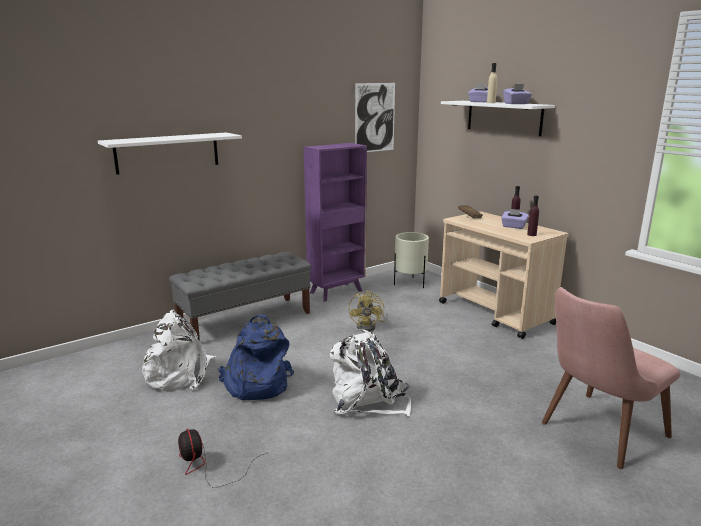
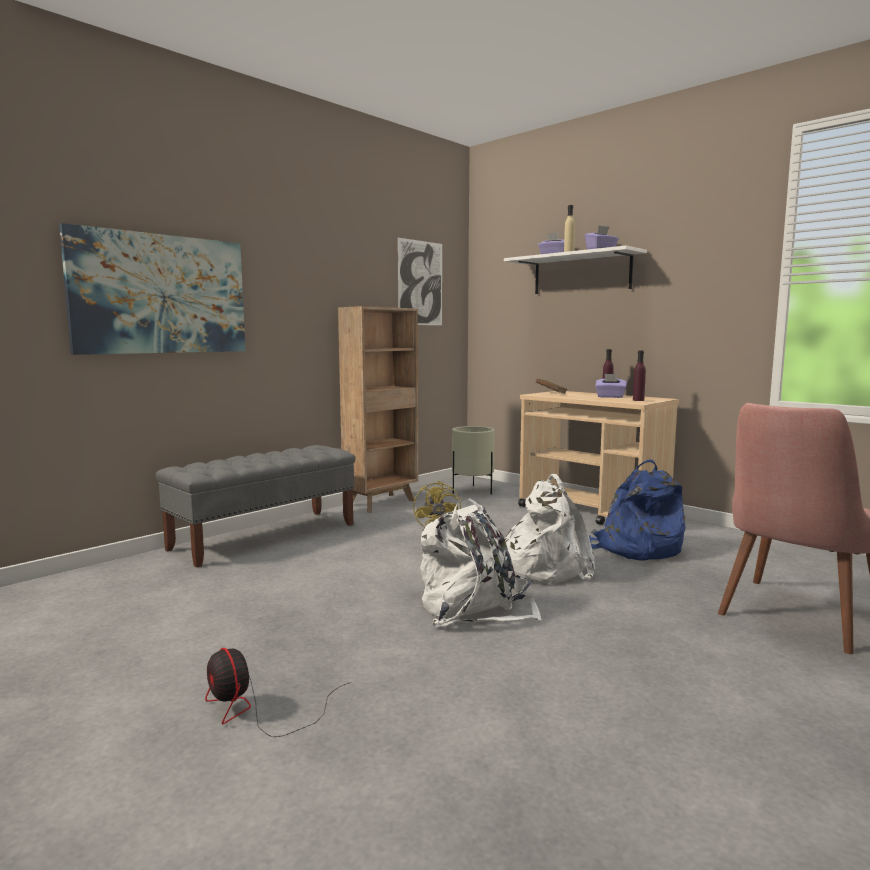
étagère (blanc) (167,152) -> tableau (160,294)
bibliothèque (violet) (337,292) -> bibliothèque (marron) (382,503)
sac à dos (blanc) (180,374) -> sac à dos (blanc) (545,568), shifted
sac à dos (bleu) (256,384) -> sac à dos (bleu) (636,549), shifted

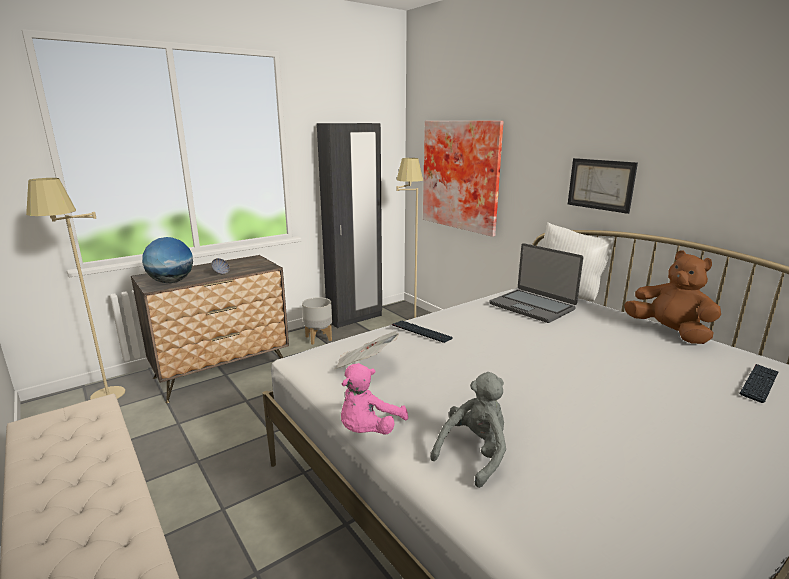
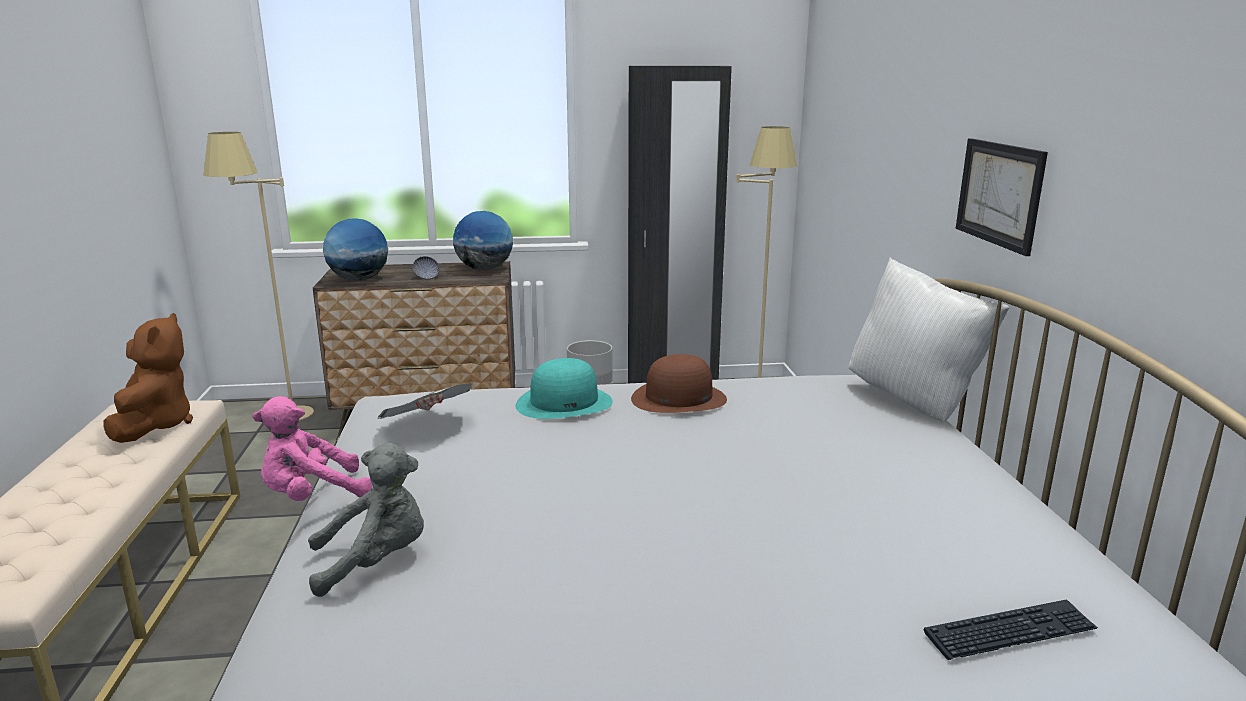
tableau (462,175) -> none
ordinateur portable (532,306) -> none
peluche (marron) (669,332) -> peluche (marron) (155,425), shifted
clavier (421,332) -> chapeau (turquoise) (564,403)
none -> globe (485,269)
none -> chapeau (marron) (678,398)

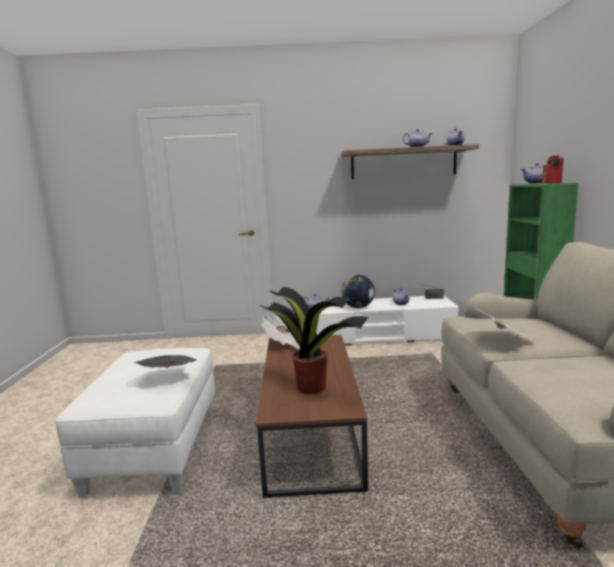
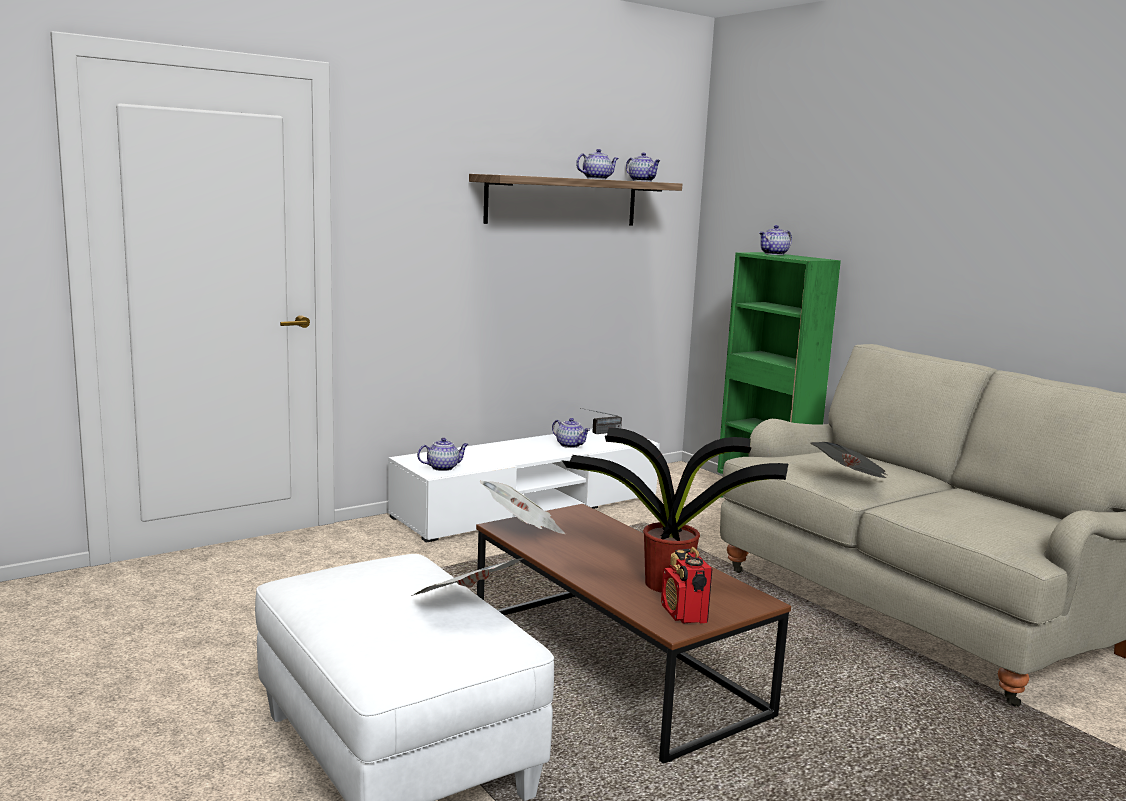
radio (551,183) -> radio (684,614), shifted
globe (358,307) -> none

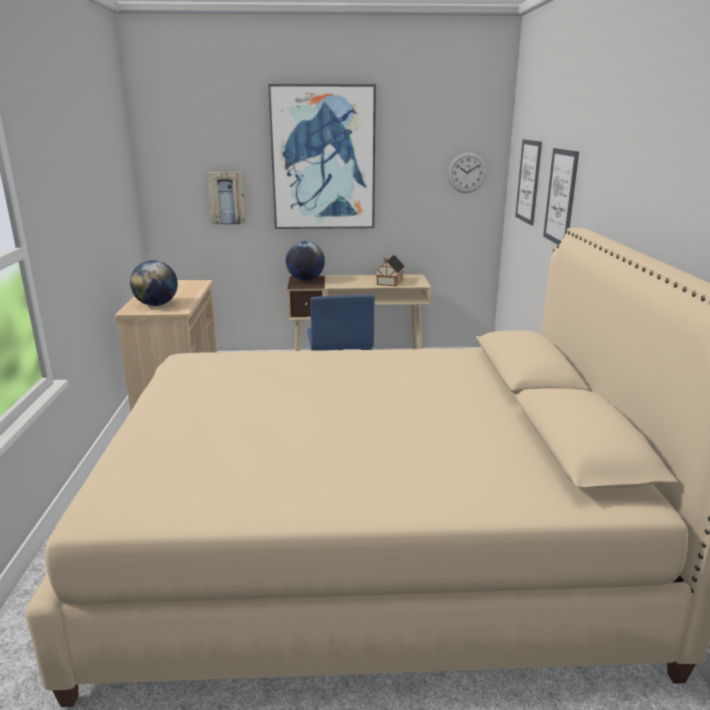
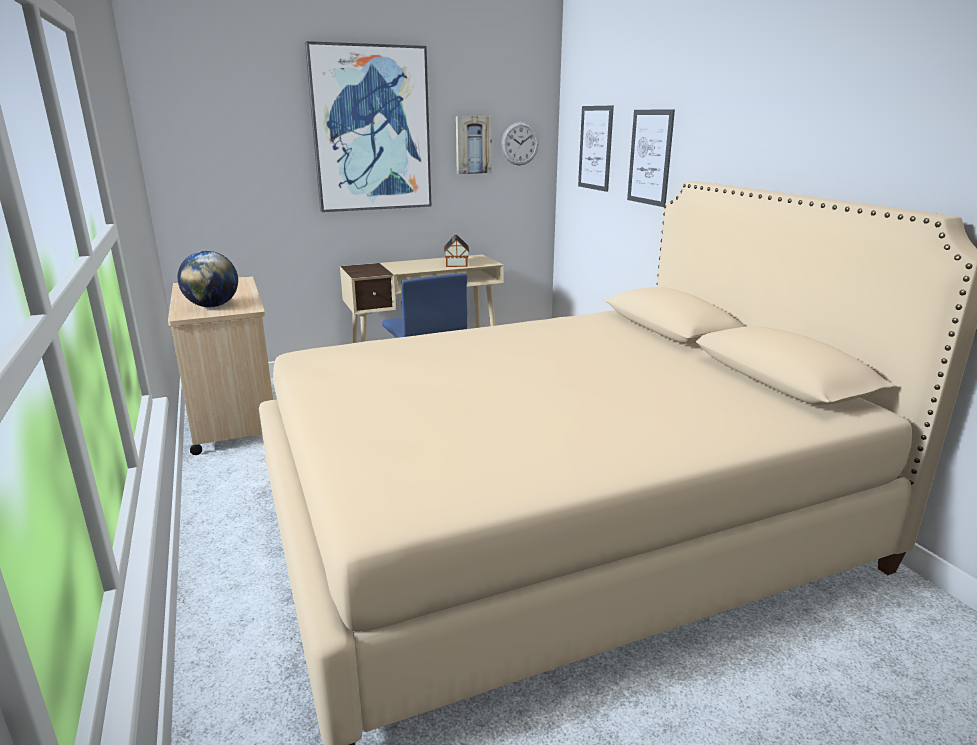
tableau (227,198) -> tableau (473,145), shifted
globe (305,280) -> none

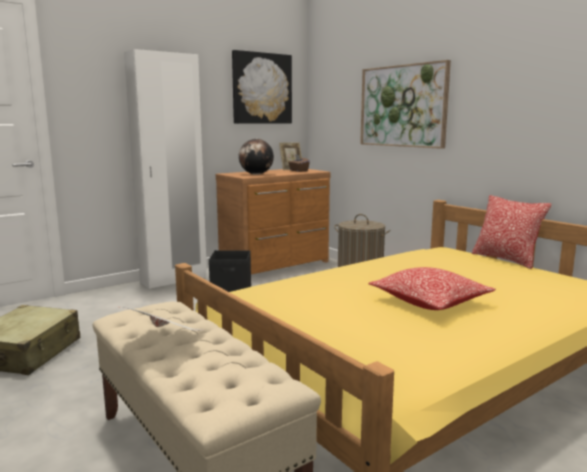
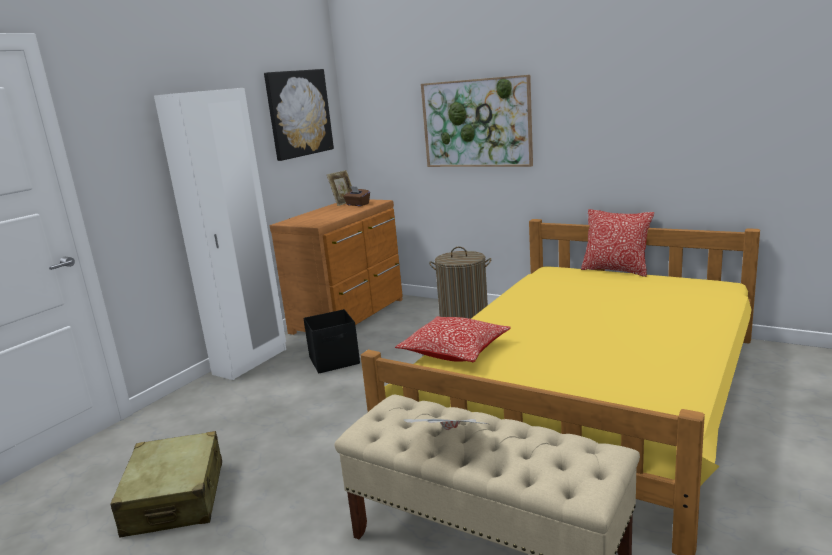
globe (256,174) -> none
coussin (429,302) -> coussin (455,351), shifted

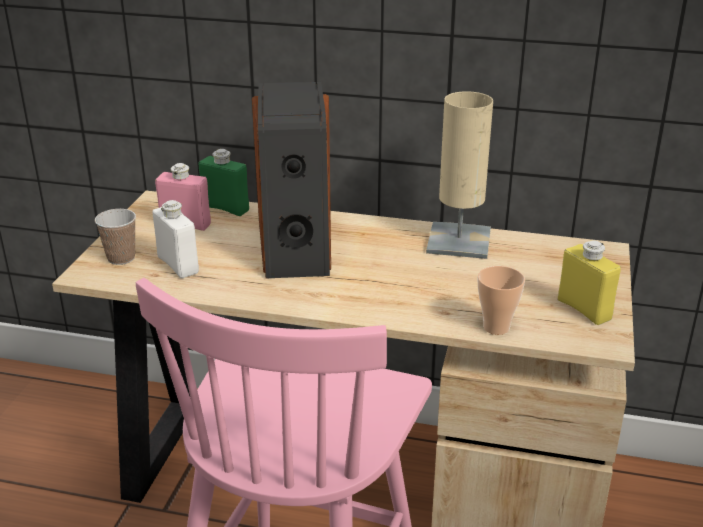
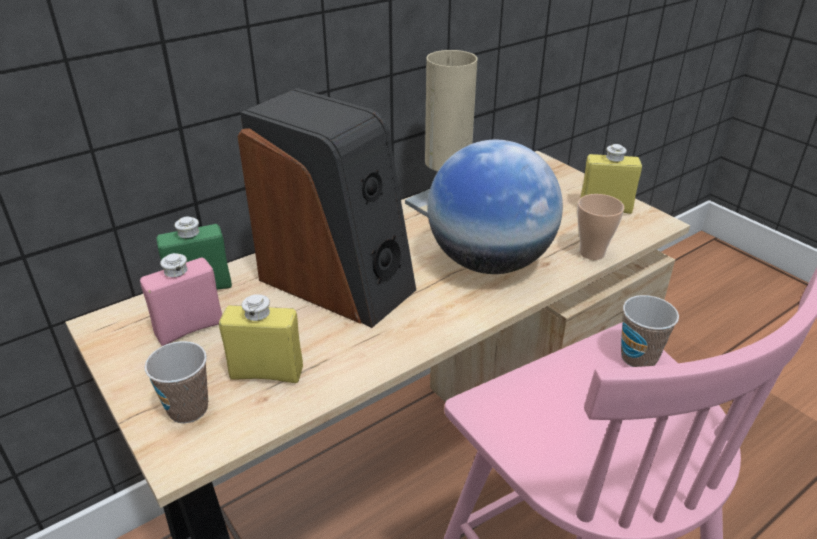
bouteille (blanc) (178,265) -> bouteille (jaune) (266,373)
none -> globe (489,262)
none -> tasse (638,358)

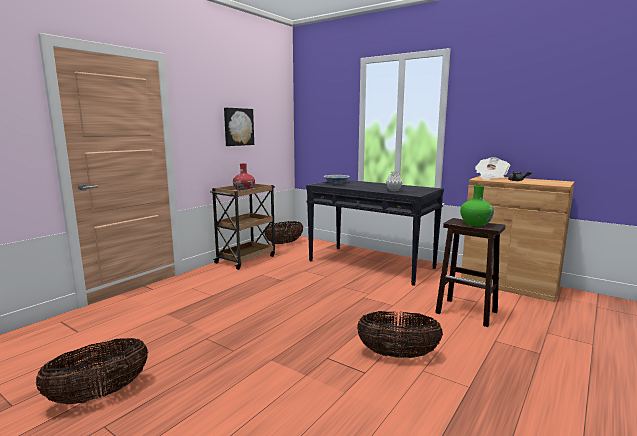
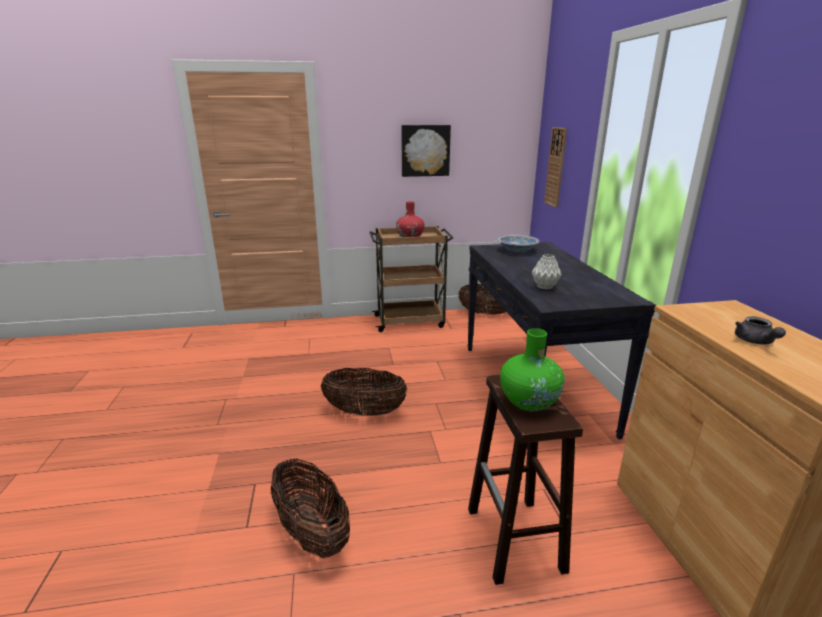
journal (490,177) -> none
panier (99,394) -> panier (364,412), shifted
none -> horloge murale (556,167)

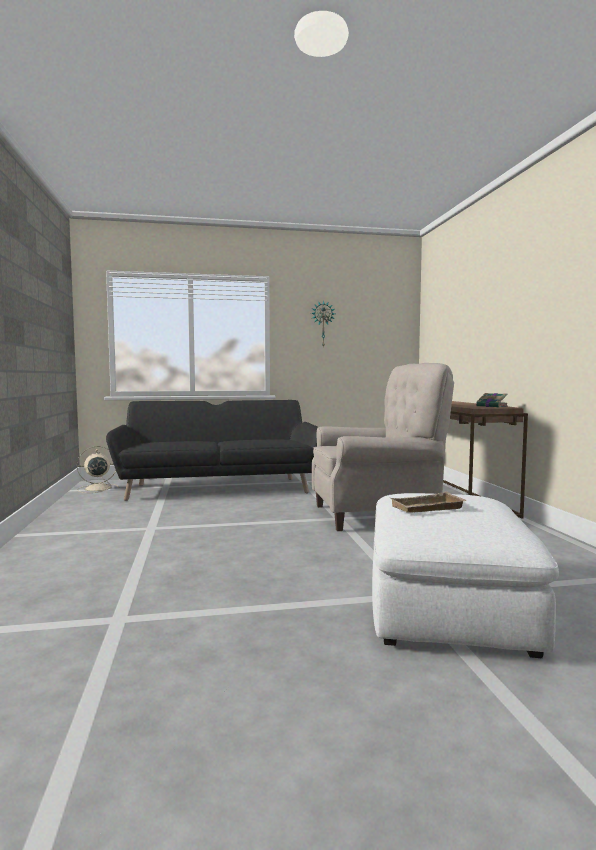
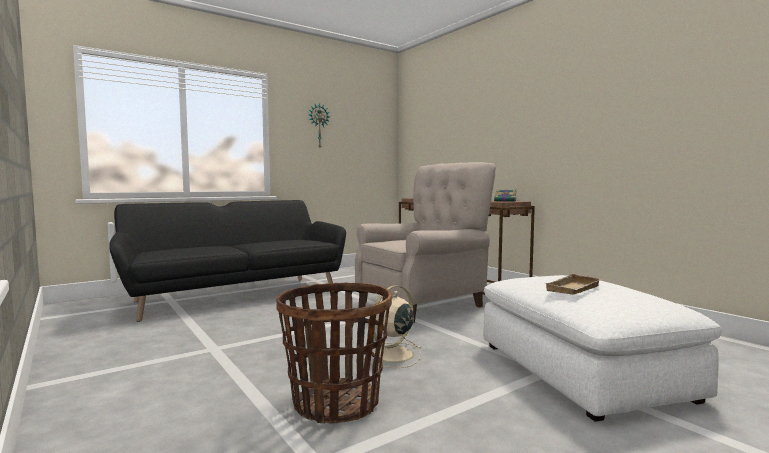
ventilateur (beige) (96,488) -> ventilateur (beige) (391,355), shifted
none -> panier (335,403)

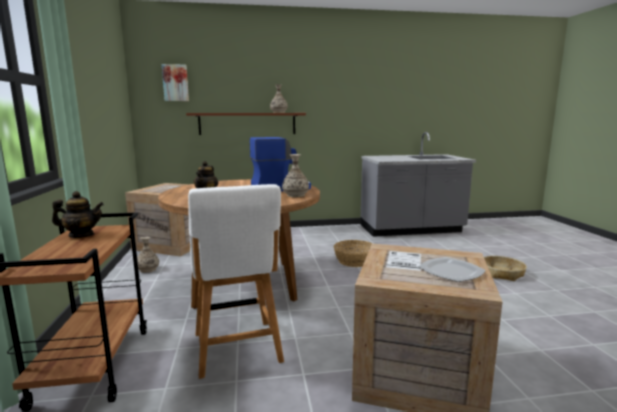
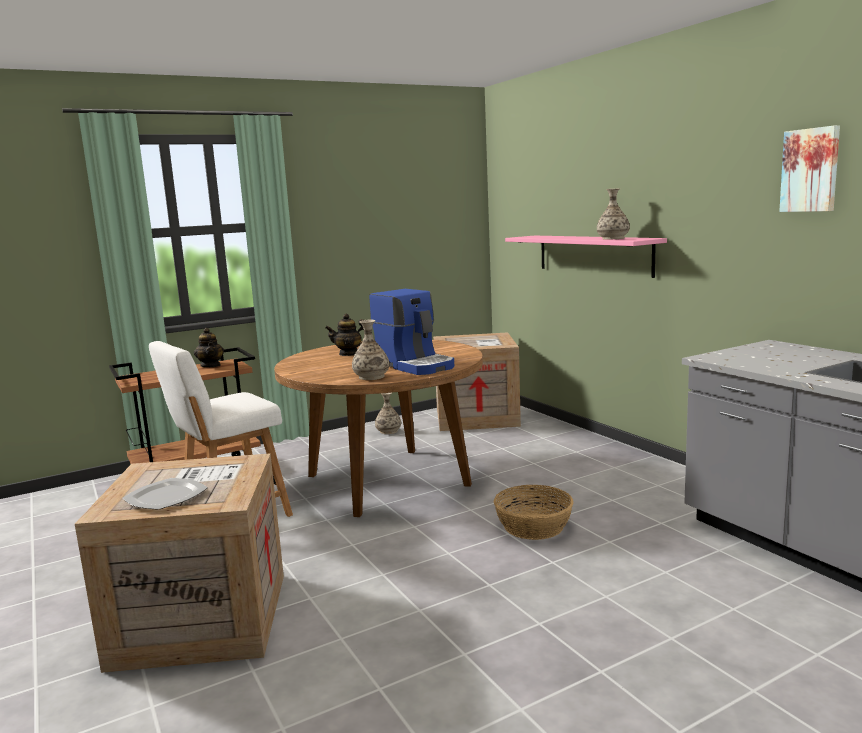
tableau (175,83) -> tableau (810,170), shifted
étagère (marron) (247,123) -> étagère (rose) (593,254)
panier (502,273) -> none

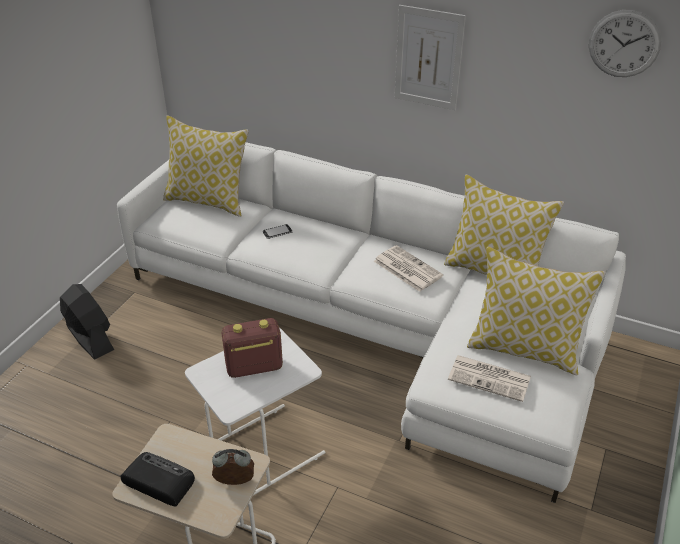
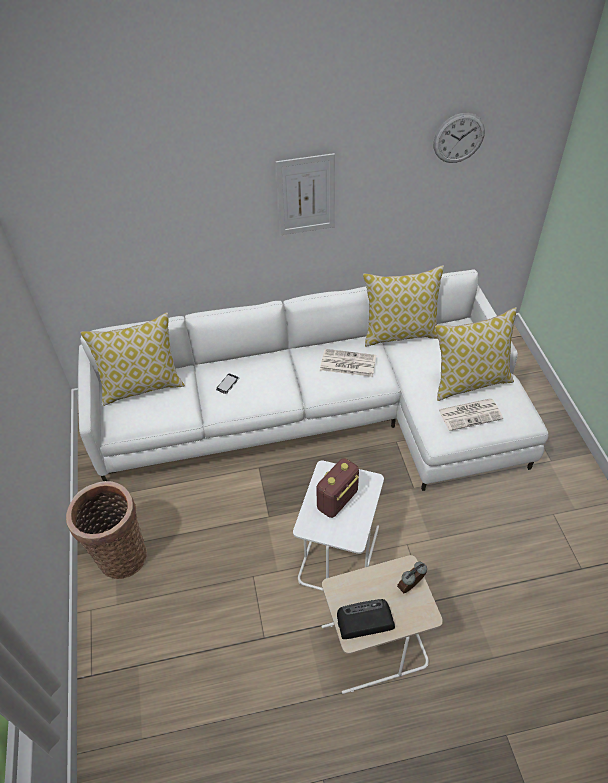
ventilateur (noir) (90,338) -> panier (120,554)

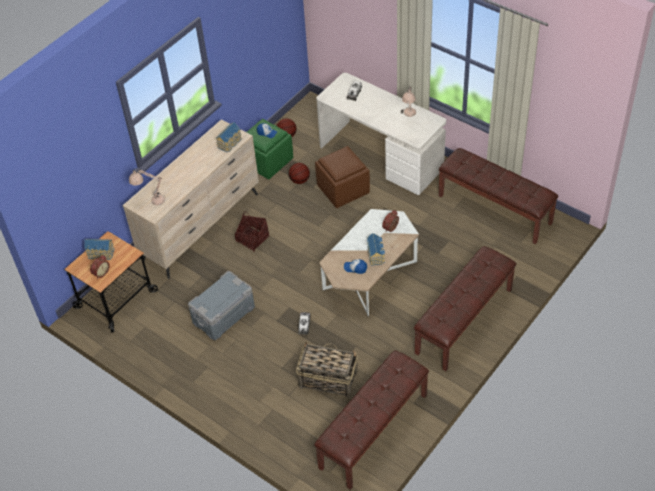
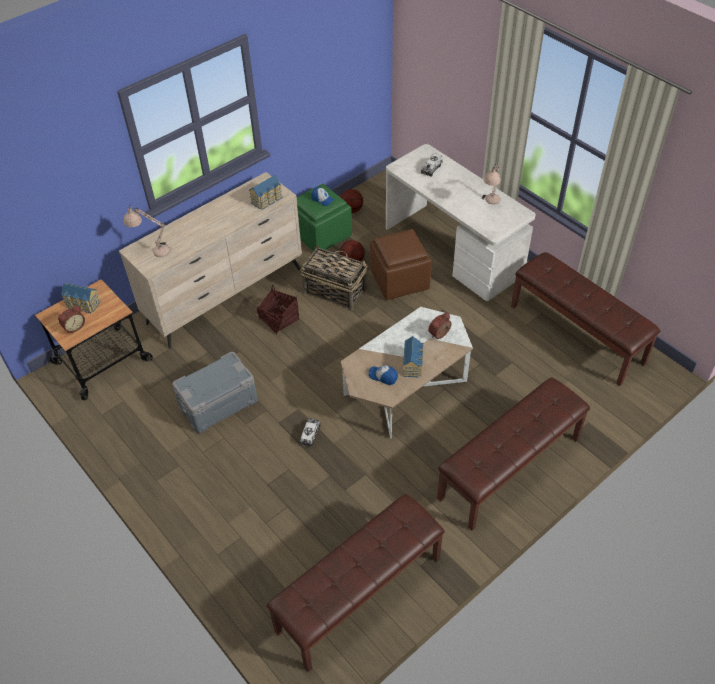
panier (327,379) -> panier (334,290), shifted

